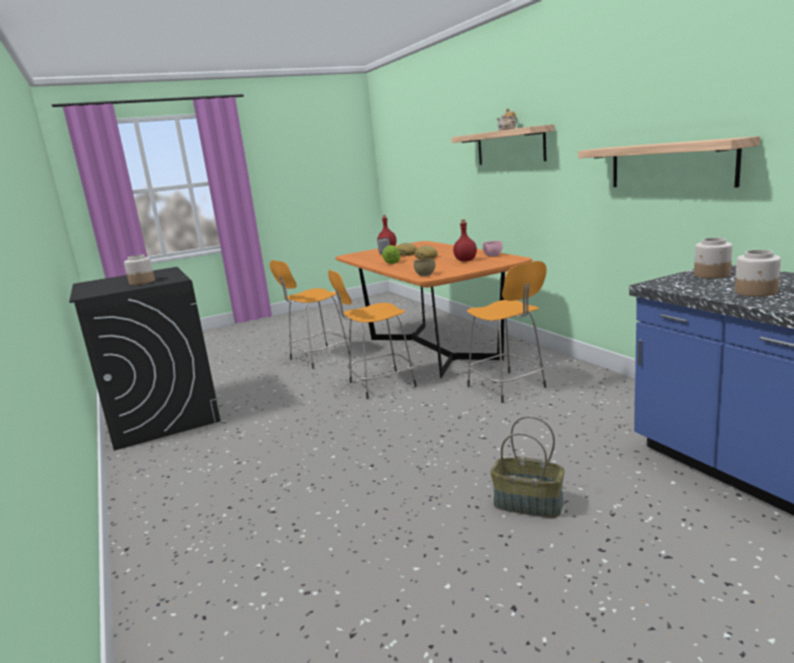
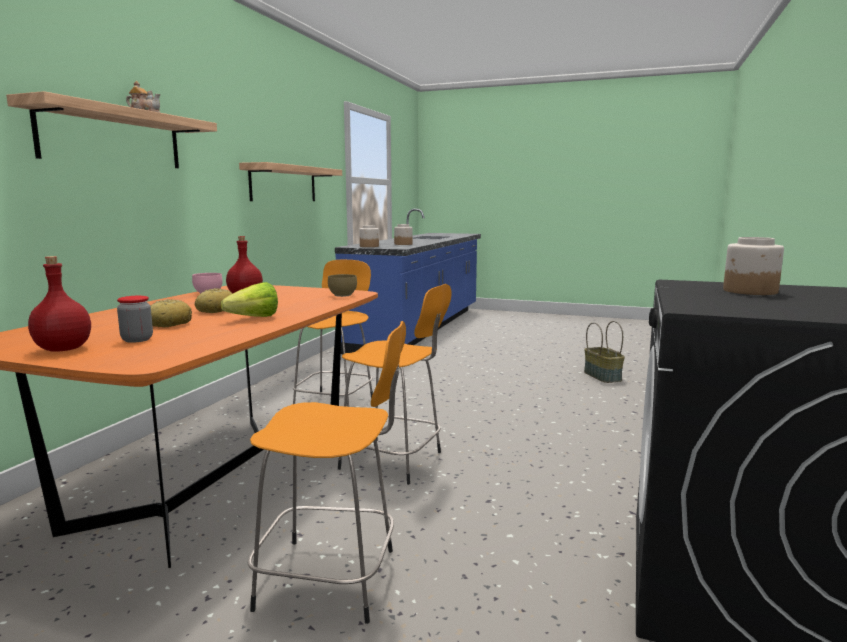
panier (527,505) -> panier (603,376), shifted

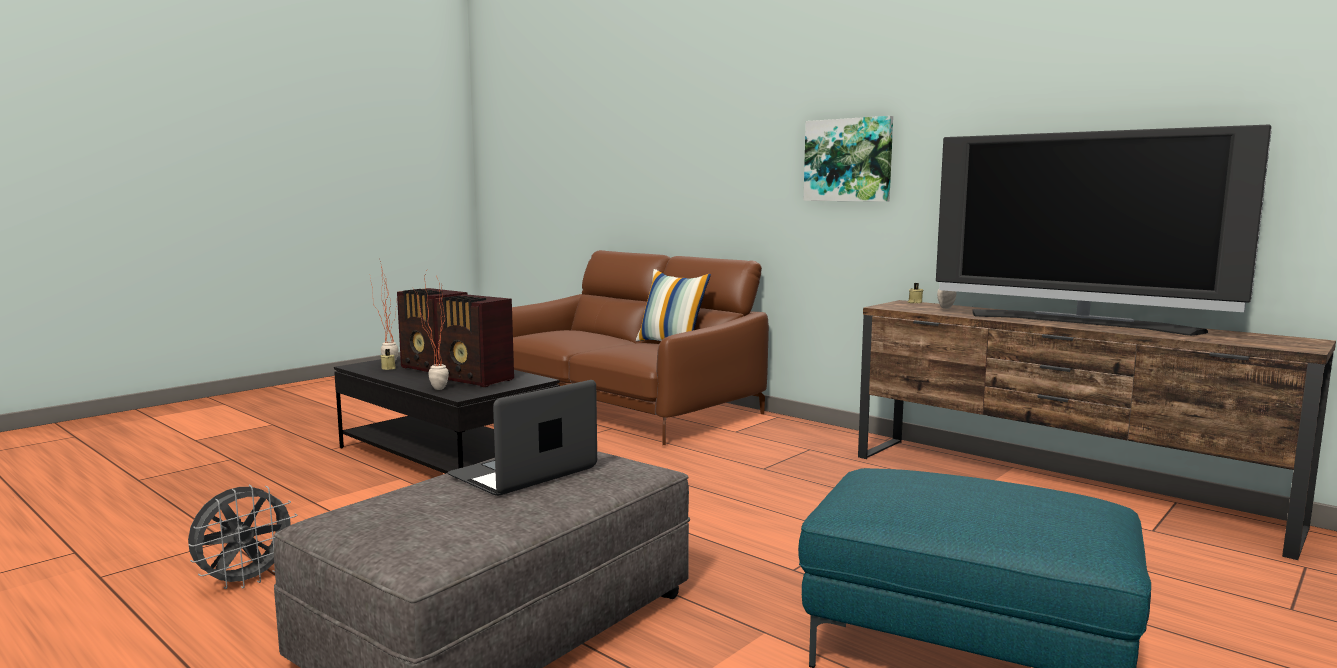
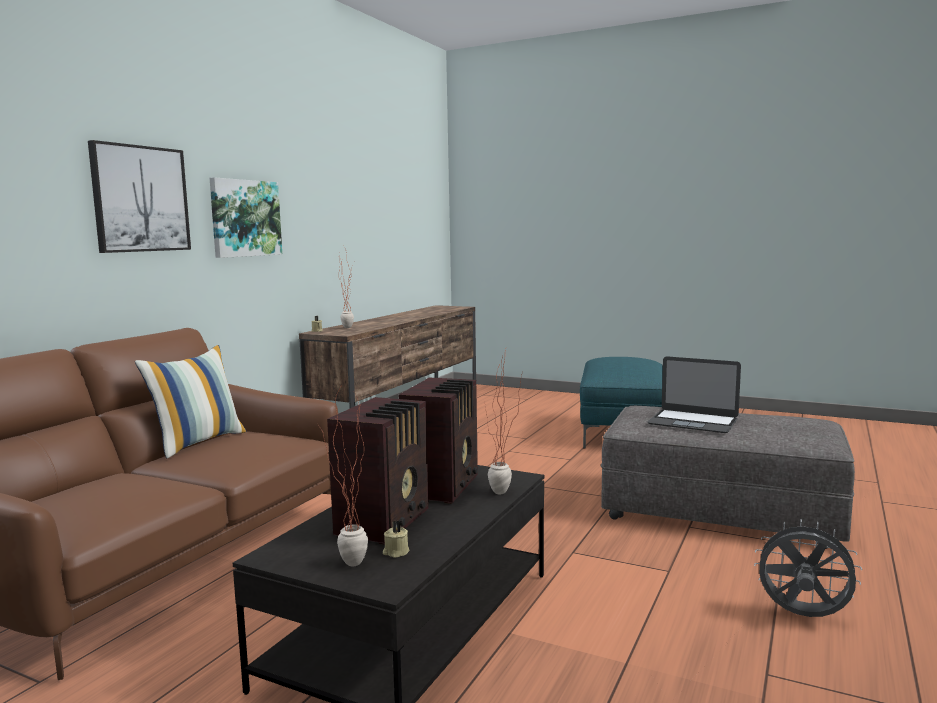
téléviseur (1080,323) -> none
none -> tableau (140,199)

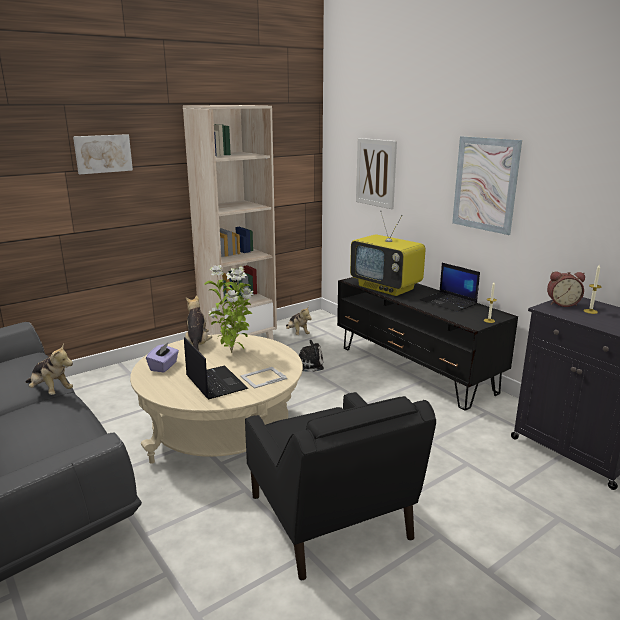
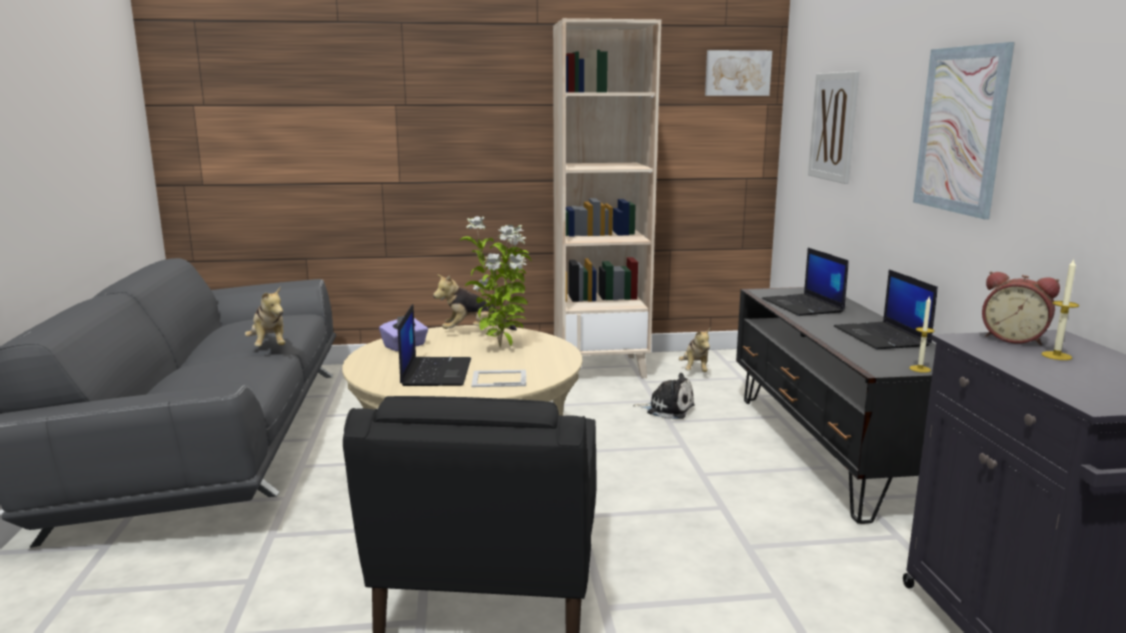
tableau (103,153) -> tableau (737,73), shifted
téléviseur (386,287) -> ordinateur portable (803,306)
peluche (197,344) -> peluche (473,333), 120 degrees counterclockwise

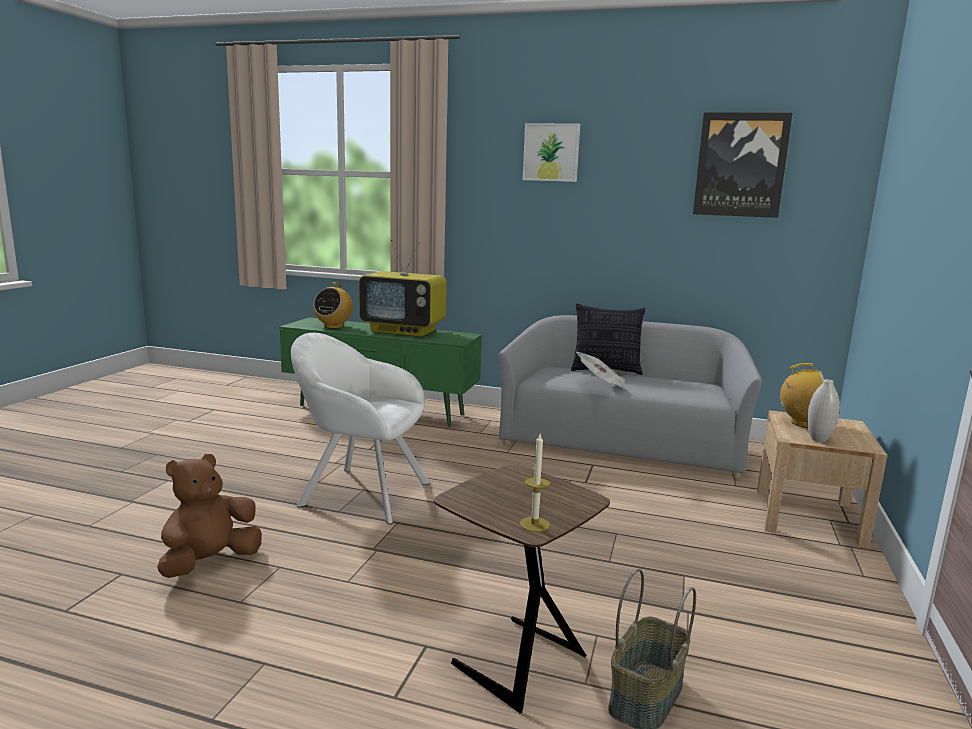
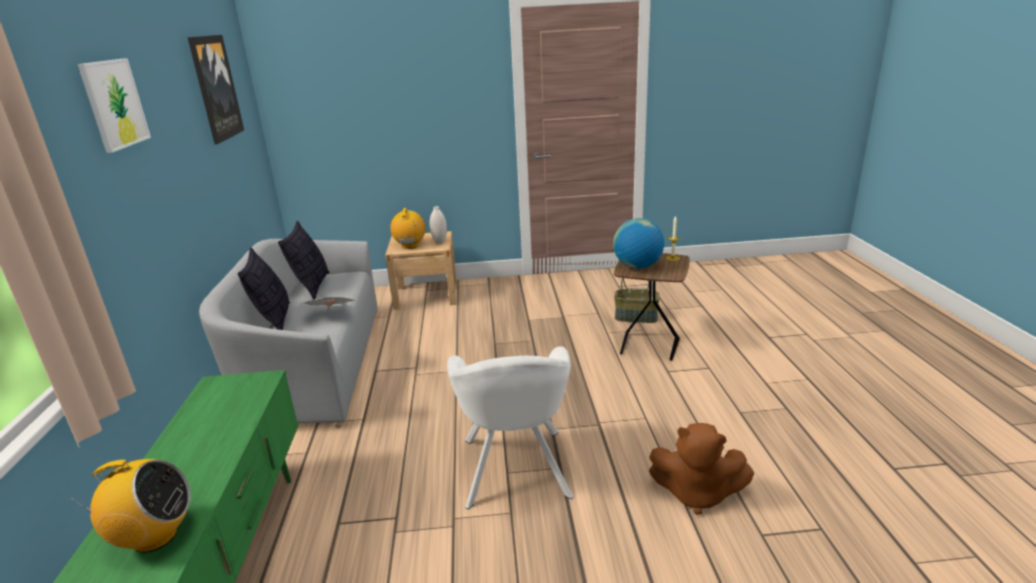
téléviseur (404,331) -> none
none -> globe (637,266)
none -> coussin (312,287)

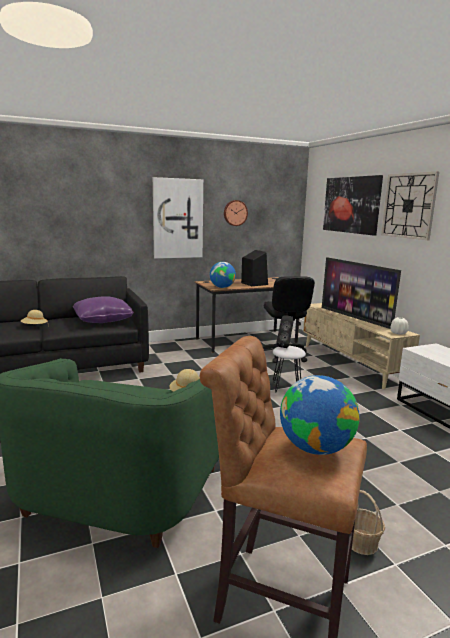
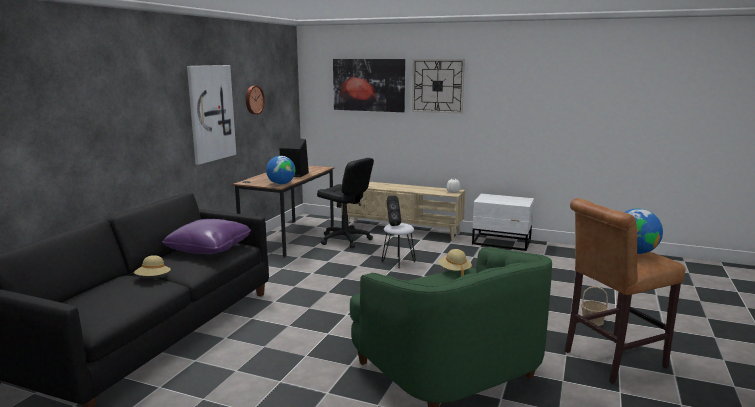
téléviseur (355,318) -> none

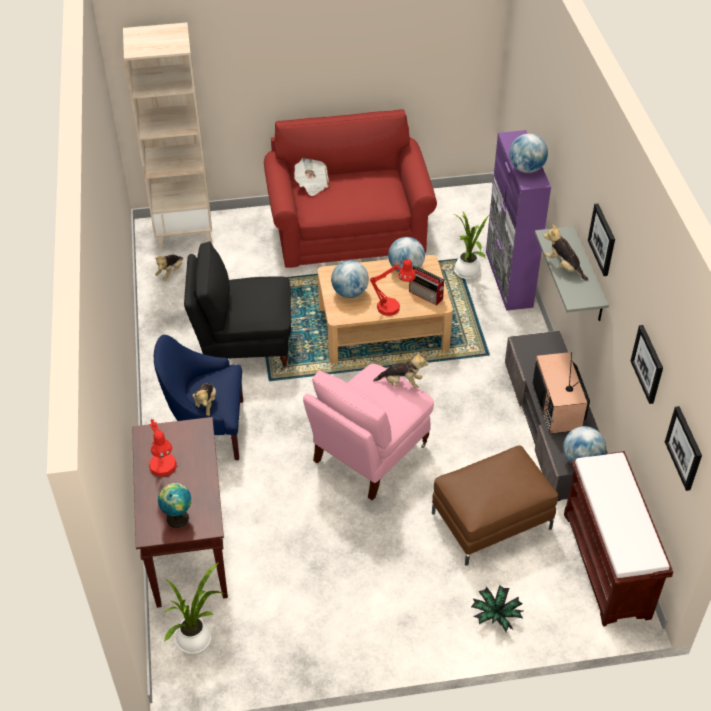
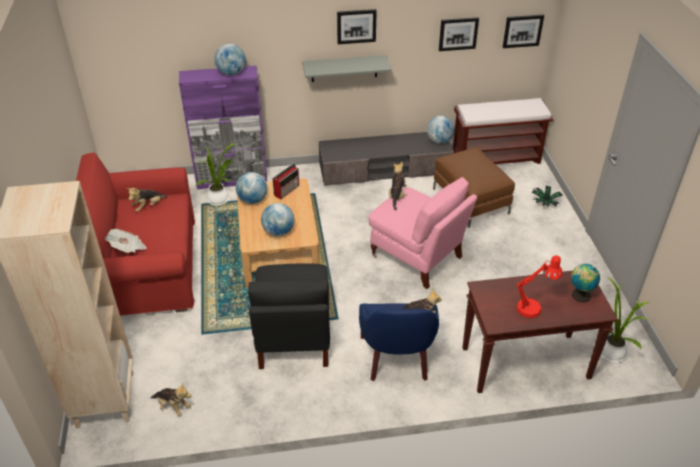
peluche (563,266) -> peluche (148,206), shifted
lampe de table (rouge) (393,307) -> none
téléviseur (558,406) -> none

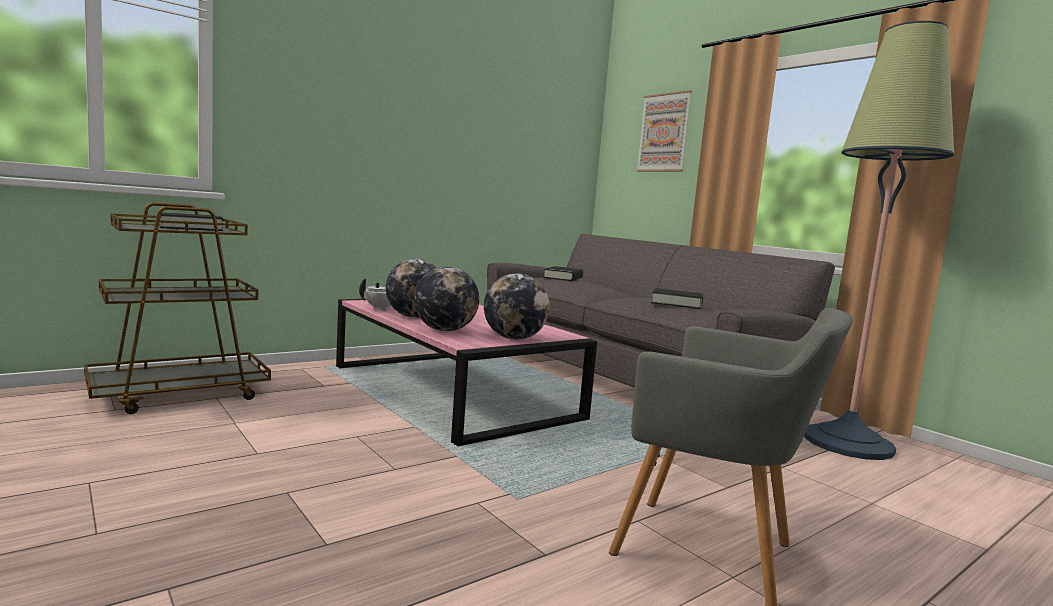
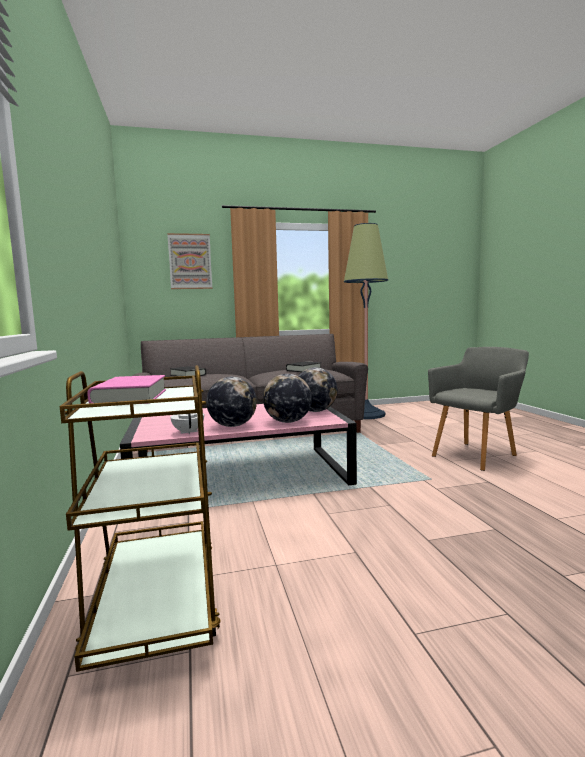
livre (noir) (191,228) -> livre (rose) (130,397)

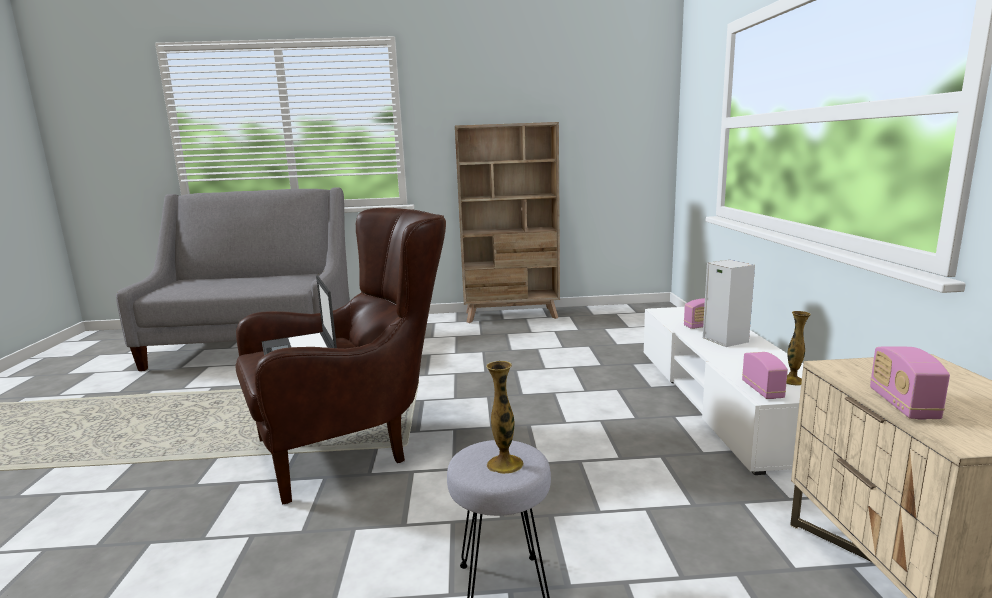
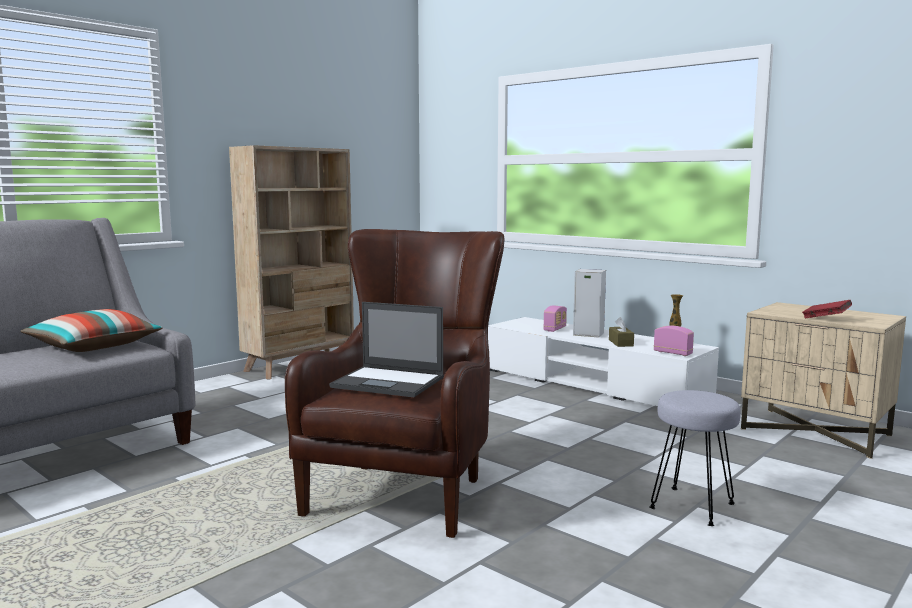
radio (902,405) -> livre (rouge) (826,319)
vase (505,464) -> none
none -> coussin (94,347)
none -> boîte à mouchoirs (marron) (620,343)

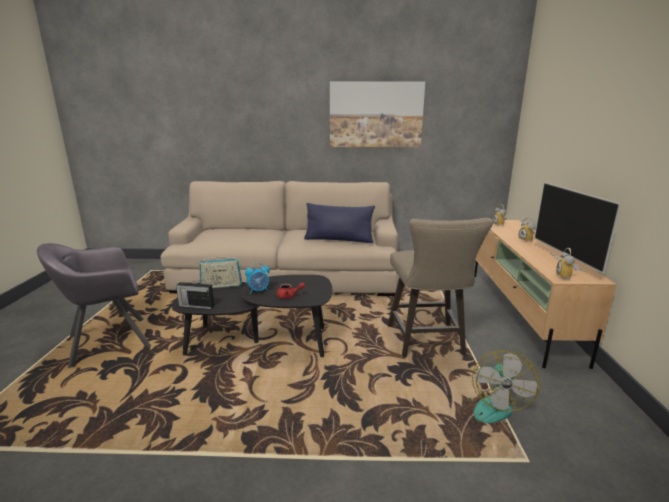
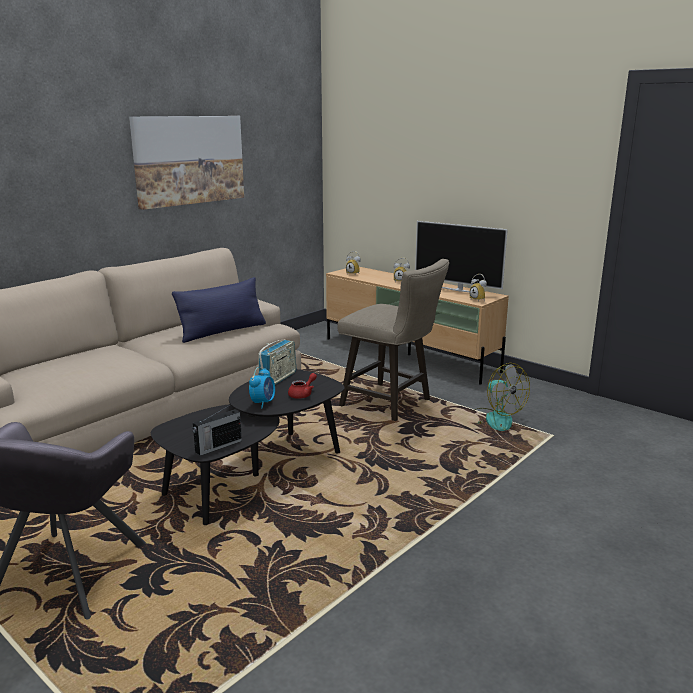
radio (221,286) -> radio (278,379), shifted

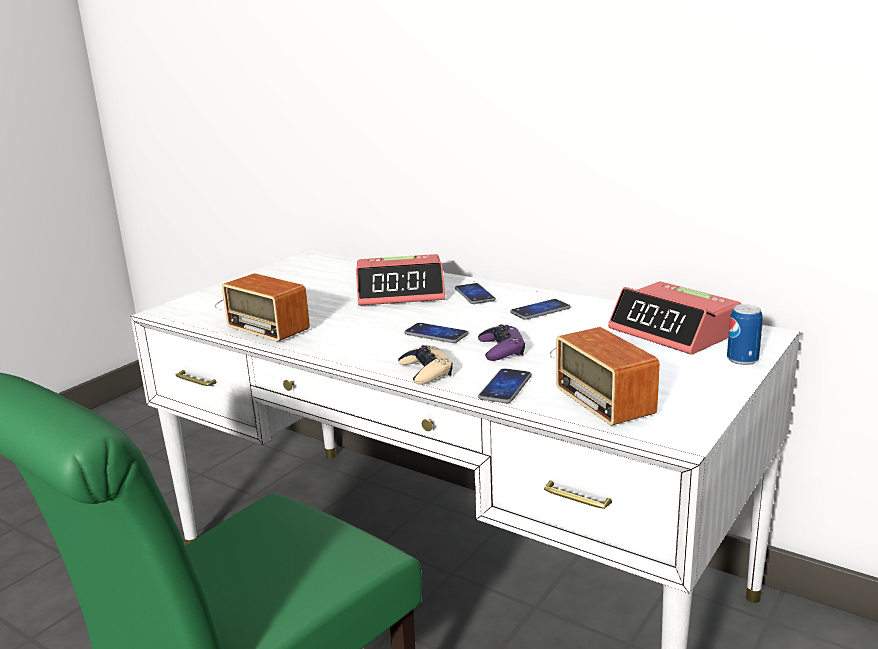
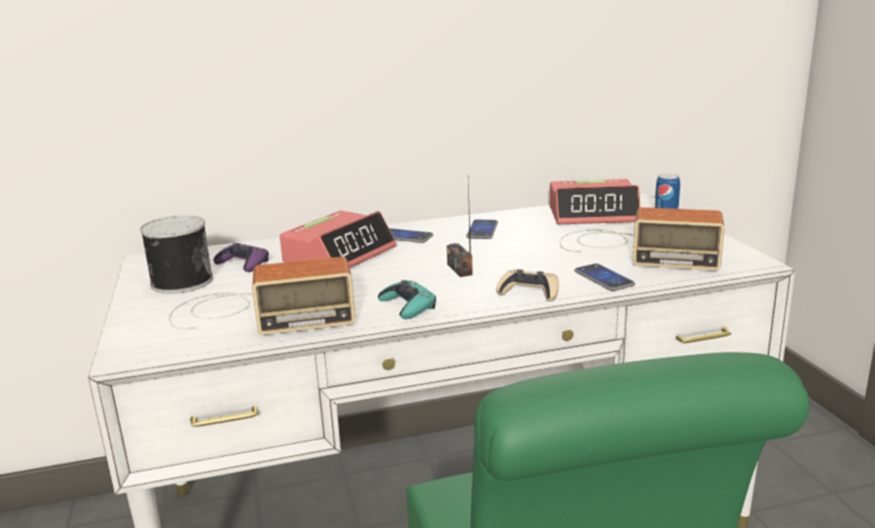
téléphone (436,334) -> radio (460,269)
manette (violet) (501,349) -> manette (violet) (243,264), shifted
none -> boîte métallique (180,282)
none -> manette (turquoise) (408,306)

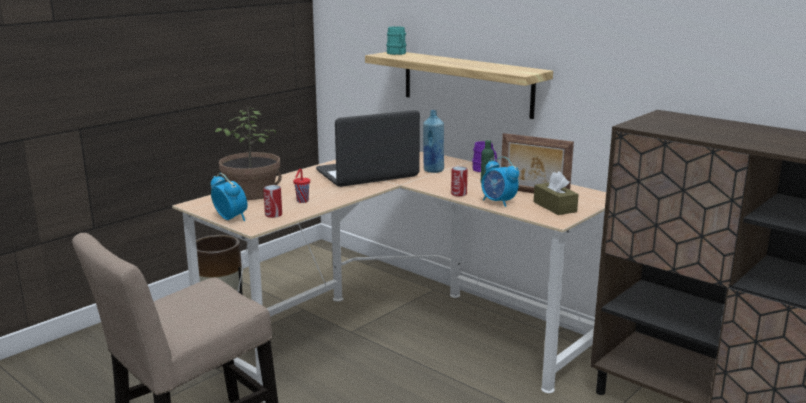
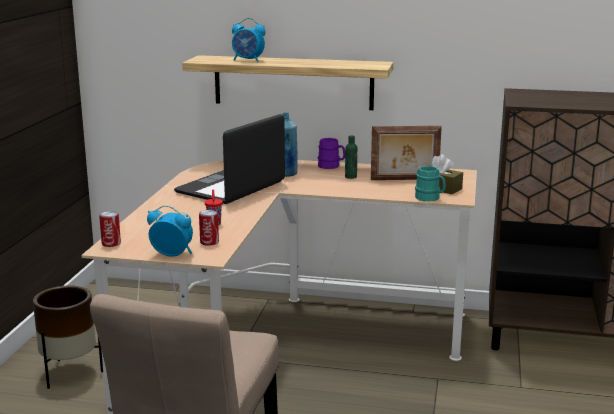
mug (turquoise) (397,53) -> mug (turquoise) (430,198), shifted
plante en pot (252,193) -> none
réveil (498,202) -> réveil (248,60), shifted
boîte métallique (459,194) -> boîte métallique (111,243), shifted

